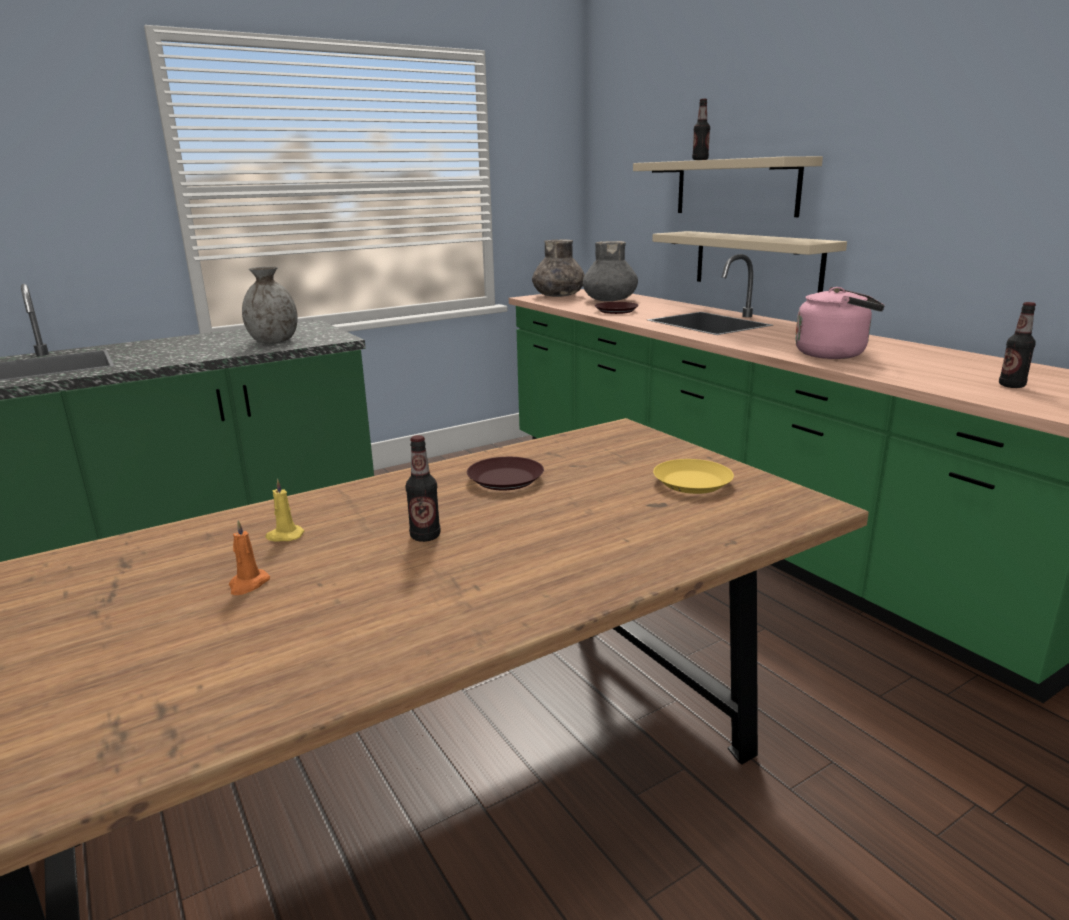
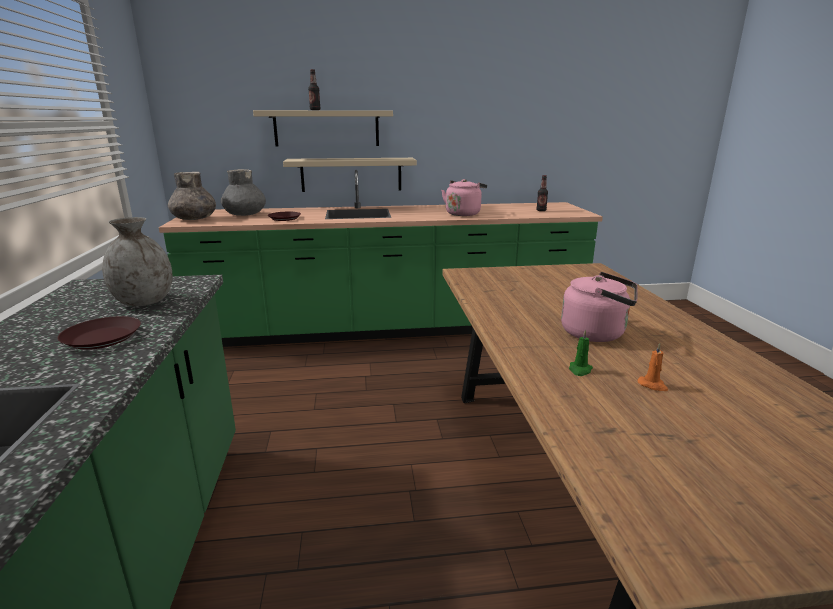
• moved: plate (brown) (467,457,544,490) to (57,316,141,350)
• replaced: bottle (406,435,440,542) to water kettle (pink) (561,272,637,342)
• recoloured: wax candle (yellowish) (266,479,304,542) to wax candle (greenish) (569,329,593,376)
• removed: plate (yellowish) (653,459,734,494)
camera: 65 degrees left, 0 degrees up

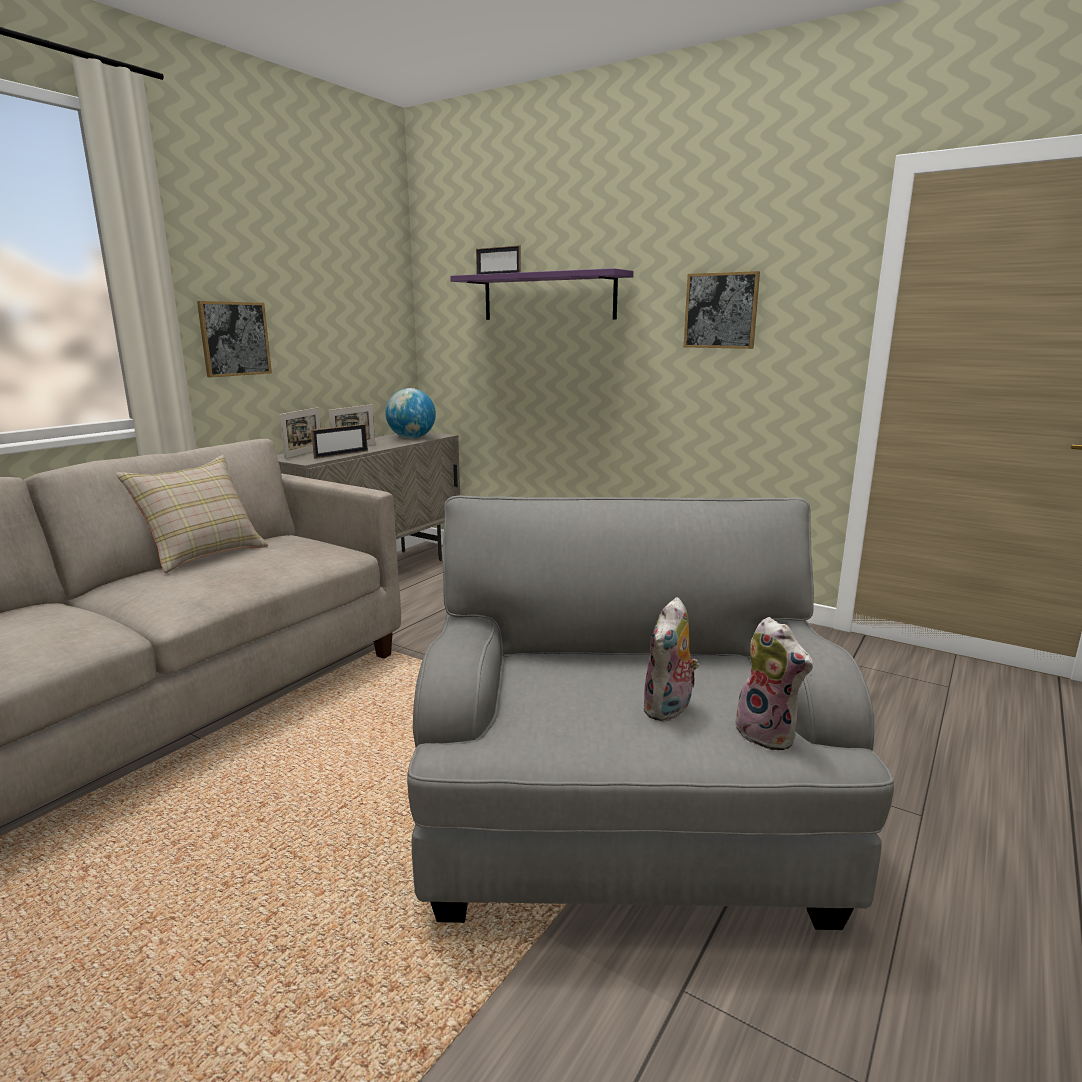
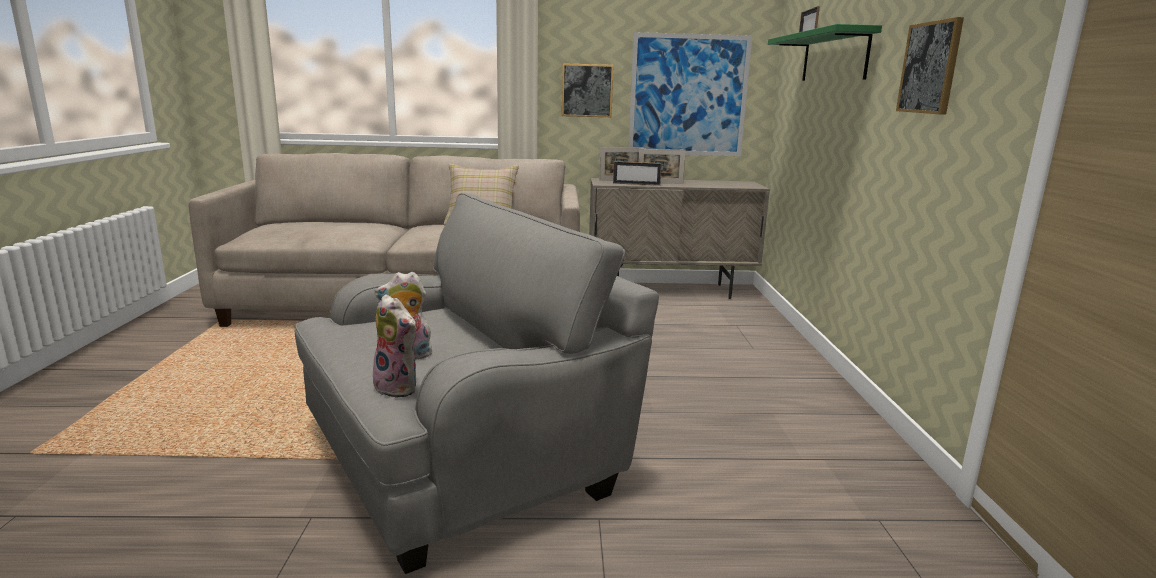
• turned: soft toy (733,617,813,750) = (373,294,416,398) 75 degrees counterclockwise
• added: wall art (628,32,752,156)
• recoloured: shelf (purple-coloured) (450,268,633,320) to shelf (greenish) (768,24,882,81)
• removed: world globe (385,388,436,438)
camera: 55 degrees right, 0 degrees up

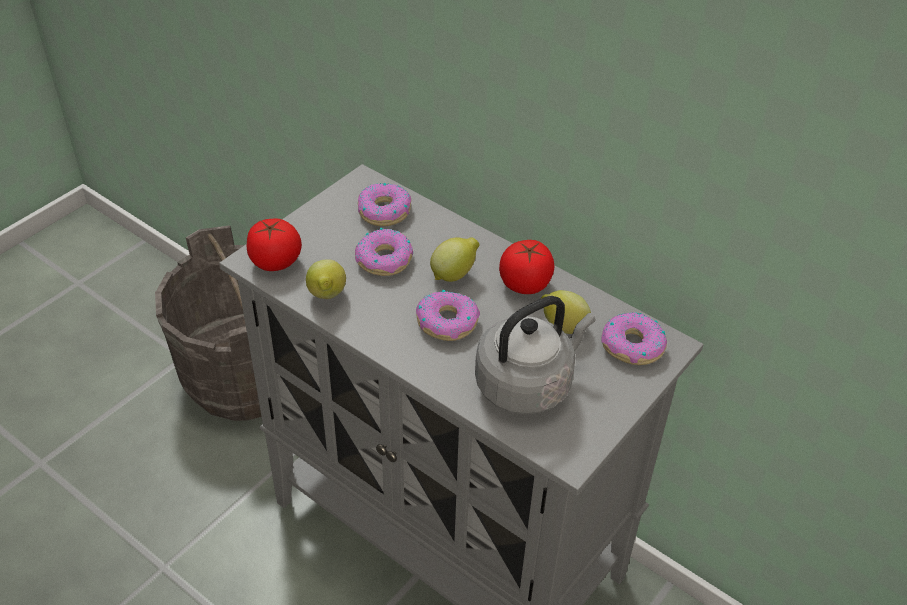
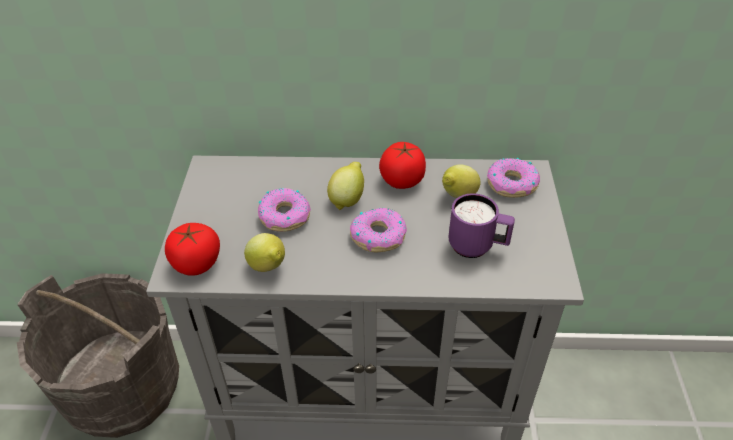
• replaced: water kettle (grey) (475,296,595,415) to tea mug (purple-coloured) (448,193,515,258)
• removed: donut (358,183,412,226)
camera: 35 degrees left, 0 degrees up

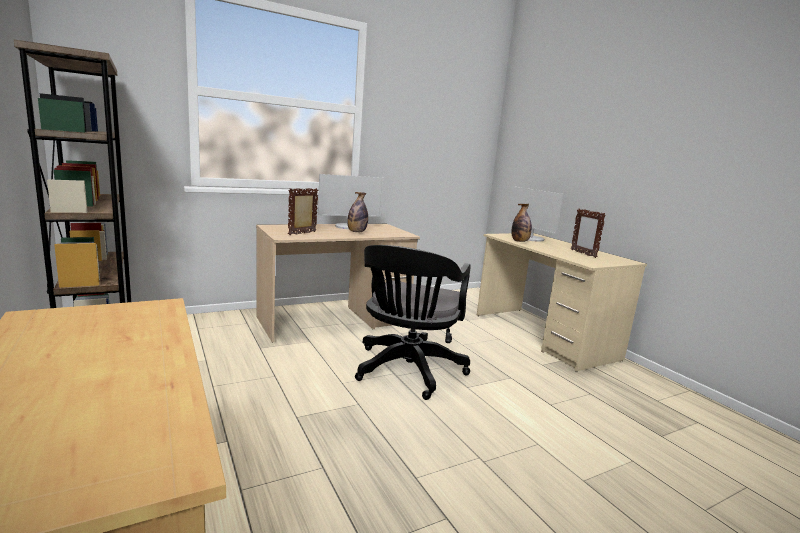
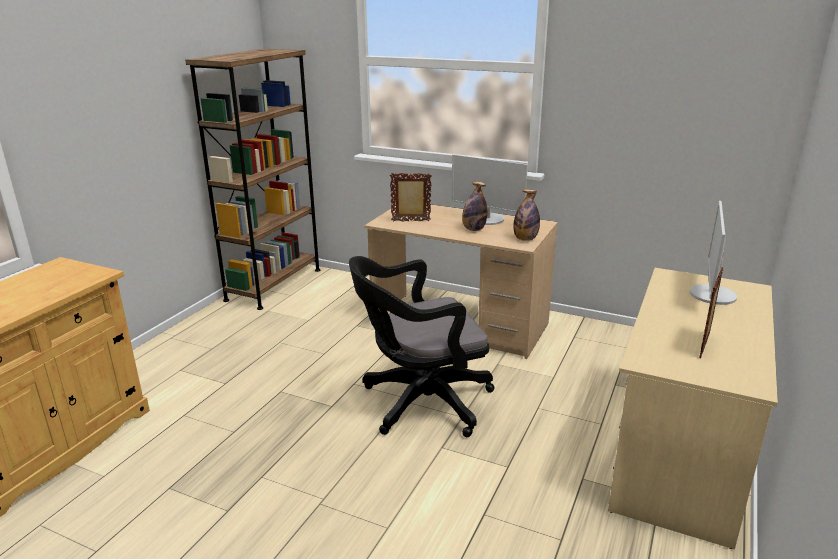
• moved: bottle (512,204,532,242) to (513,189,540,241)
camera: 55 degrees right, 10 degrees up

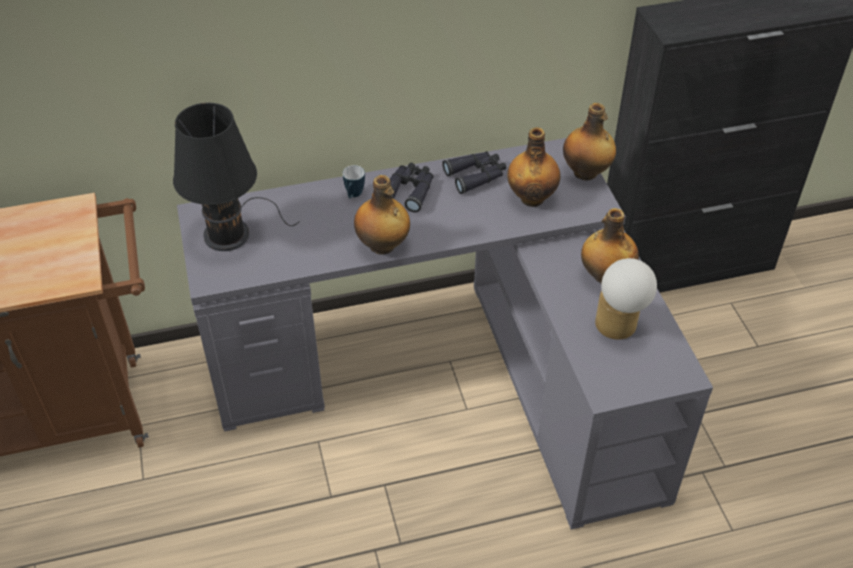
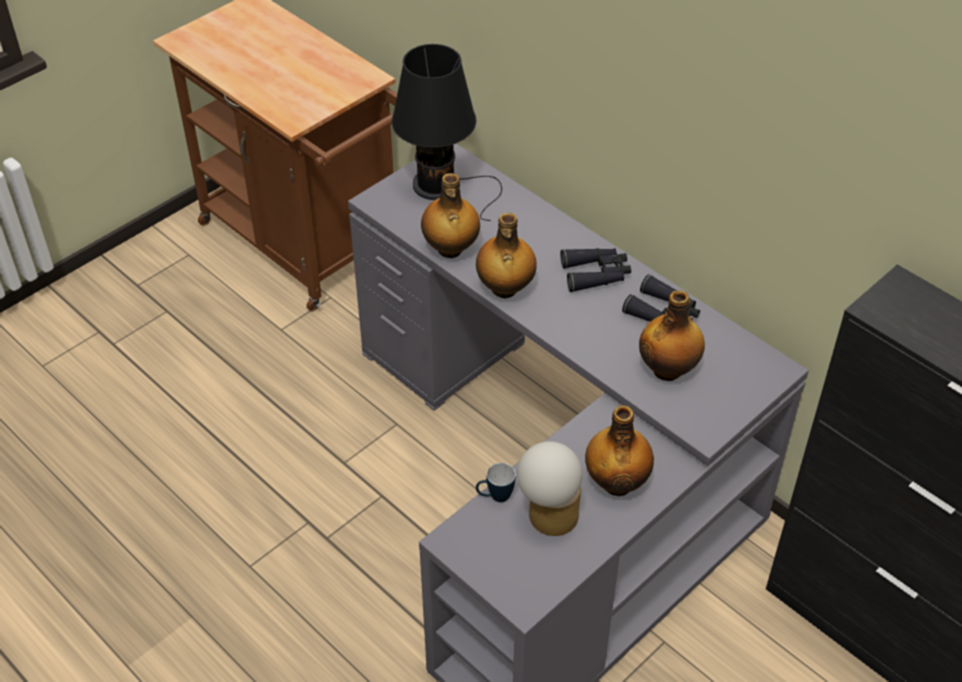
• moved: bottle (563,103,616,180) to (421,173,480,258)
• moved: tea mug (343,165,365,198) to (476,463,516,502)
camera: 60 degrees right, 0 degrees up

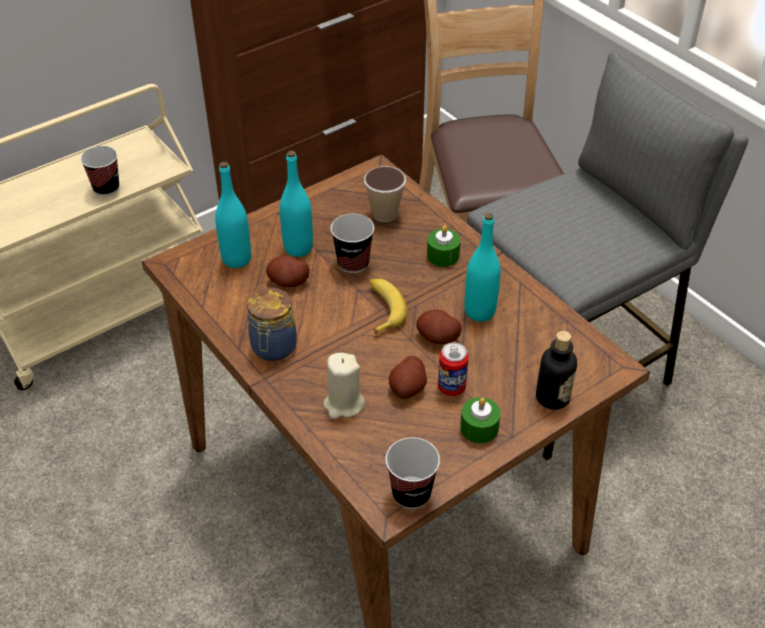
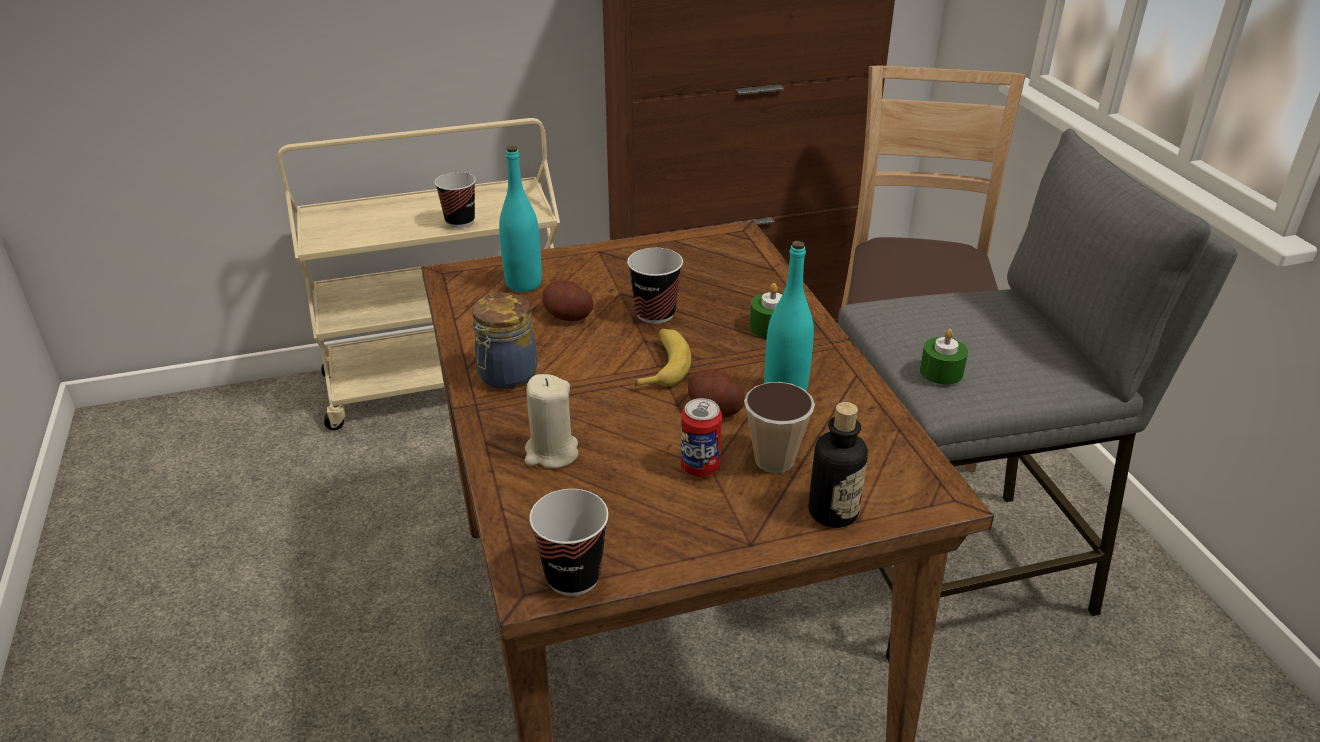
• moved: cup (364,166,406,222) to (744,382,815,473)
• moved: wax candle (greenish) (460,397,501,444) to (920,329,968,385)
• removed: bottle (turquoise-coloured) (280,151,313,257)
• removed: whole potato (389,356,427,399)
camera: 20 degrees right, 10 degrees down

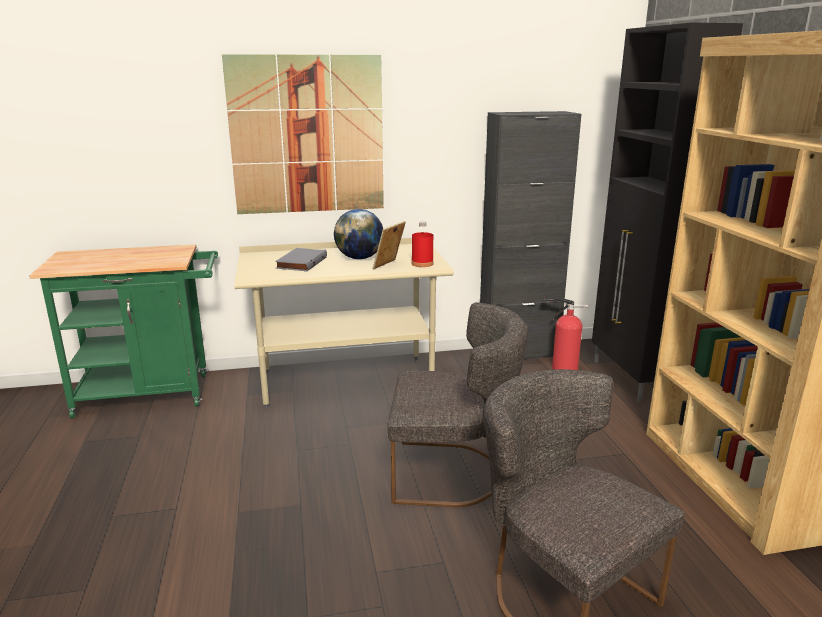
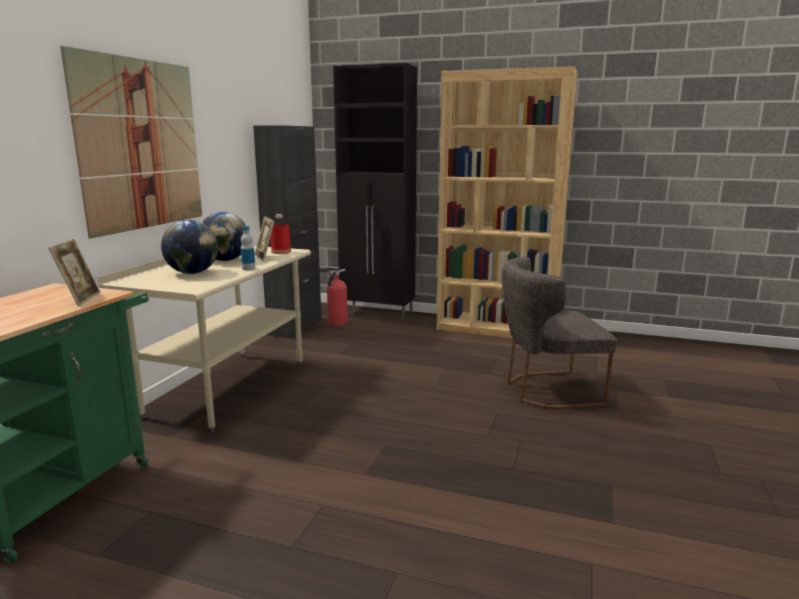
• added: standing frame (48,239,100,306)
• replaced: book (grey) (275,248,327,272) to world globe (161,220,218,274)
• added: bottle (241,226,256,270)
• removed: upright chair (grey) (388,302,528,507)
camera: 60 degrees left, 5 degrees down

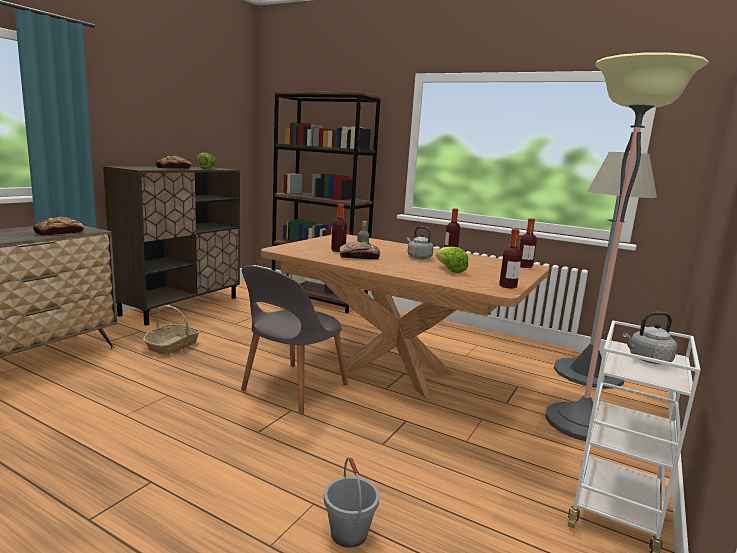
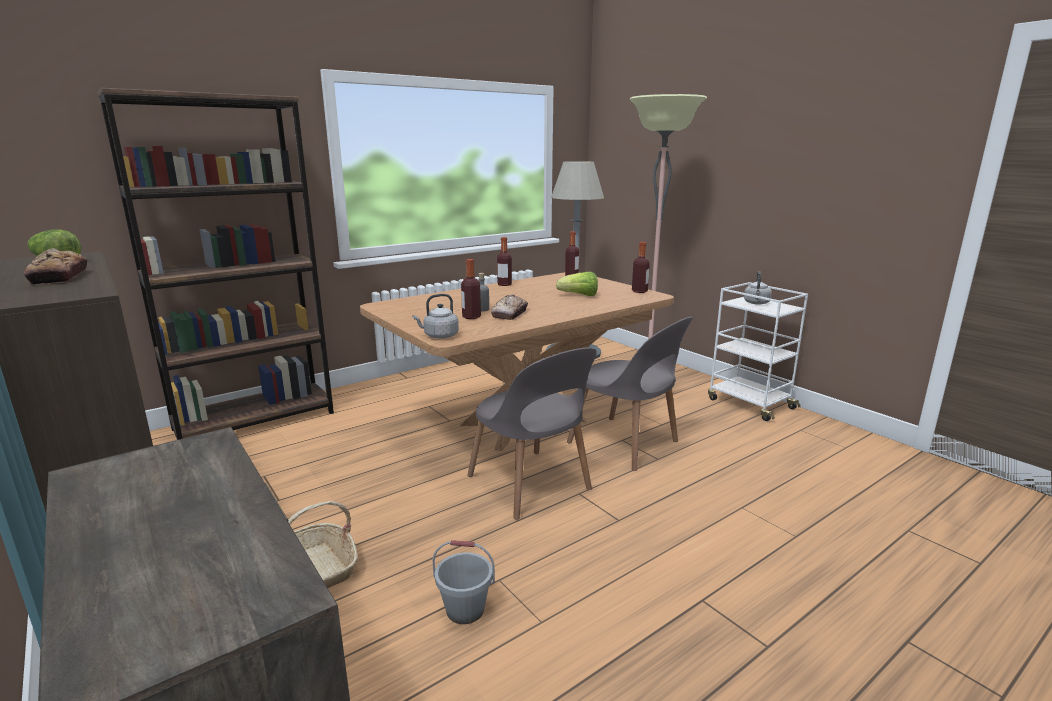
• moved: water kettle (grey) (406,226,434,259) to (413,294,459,338)
• moved: water bucket (grey) (324,457,380,548) to (432,540,495,624)
• added: upright chair (grey) (567,317,693,471)
• removed: baked bread (33,217,84,236)
camera: 65 degrees left, 5 degrees up

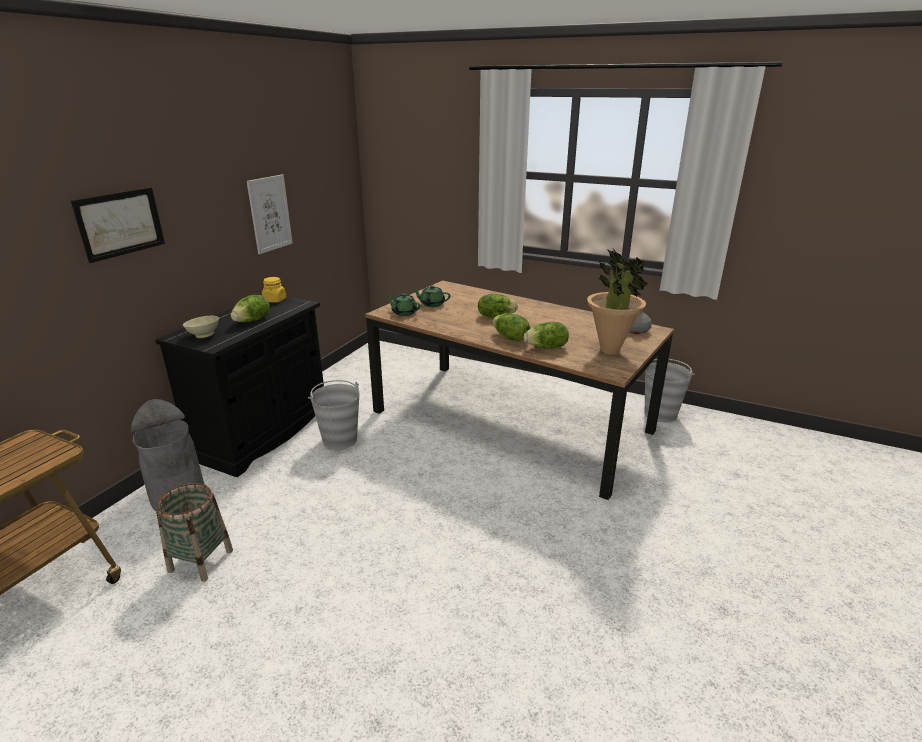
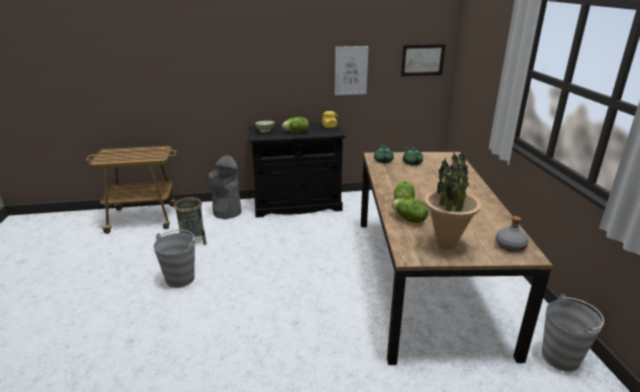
• moved: water bucket (grey) (308,380,359,450) to (153,230,195,288)
• moved: wall art (71,187,165,263) to (401,44,445,76)
• removed: lettuce (478,294,518,318)
camera: 55 degrees right, 0 degrees up

